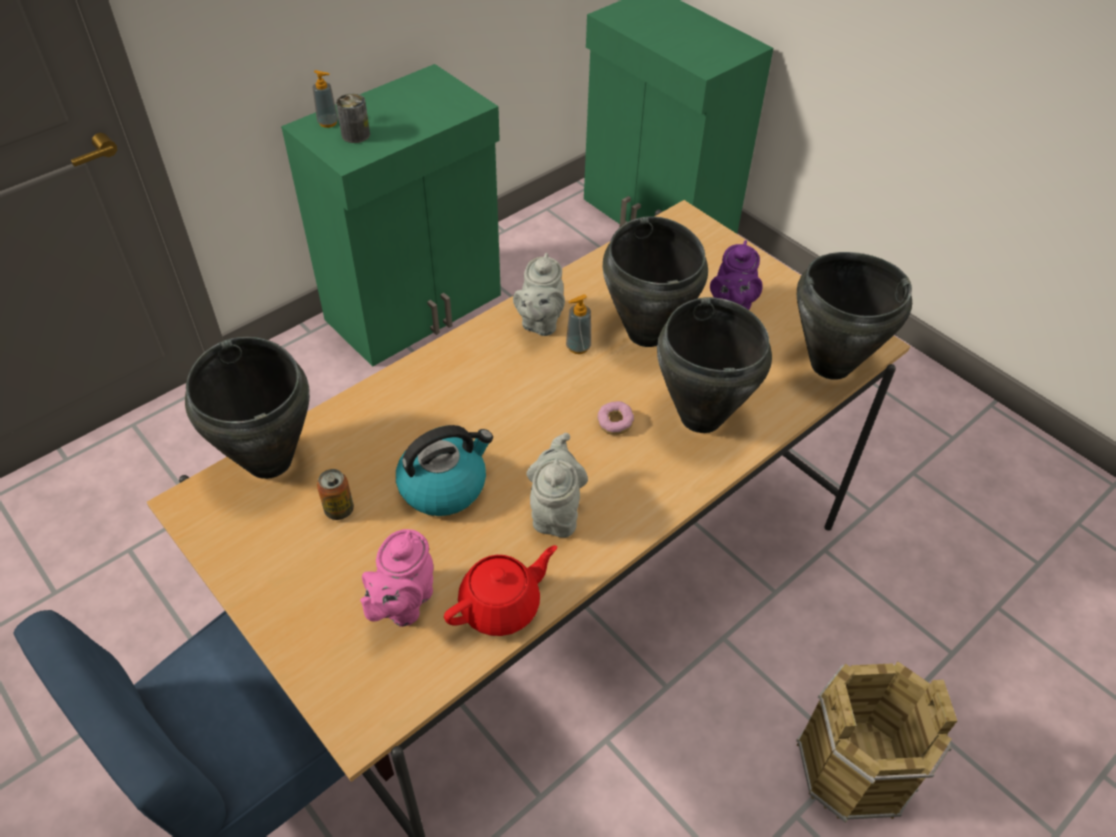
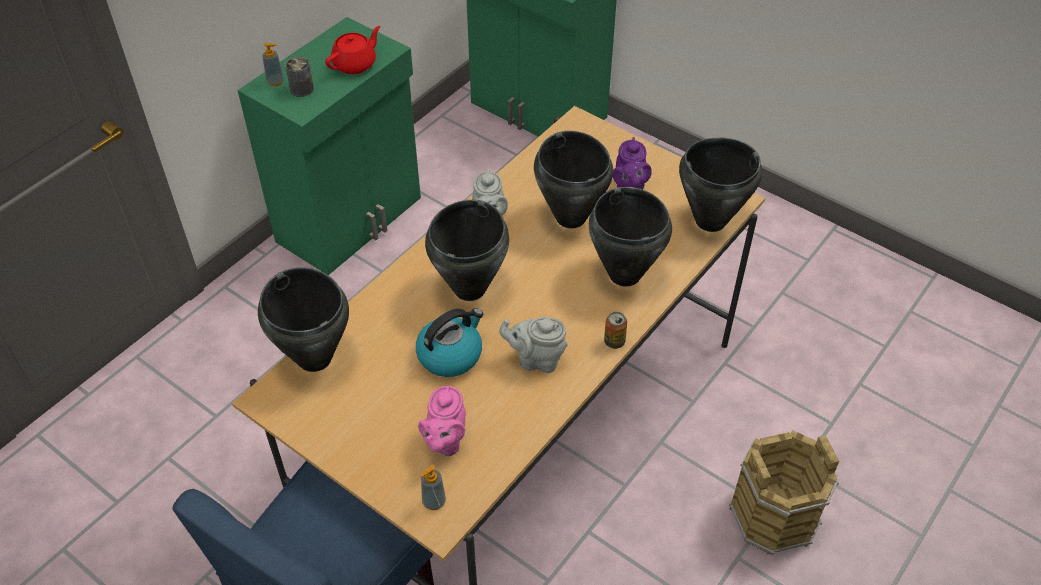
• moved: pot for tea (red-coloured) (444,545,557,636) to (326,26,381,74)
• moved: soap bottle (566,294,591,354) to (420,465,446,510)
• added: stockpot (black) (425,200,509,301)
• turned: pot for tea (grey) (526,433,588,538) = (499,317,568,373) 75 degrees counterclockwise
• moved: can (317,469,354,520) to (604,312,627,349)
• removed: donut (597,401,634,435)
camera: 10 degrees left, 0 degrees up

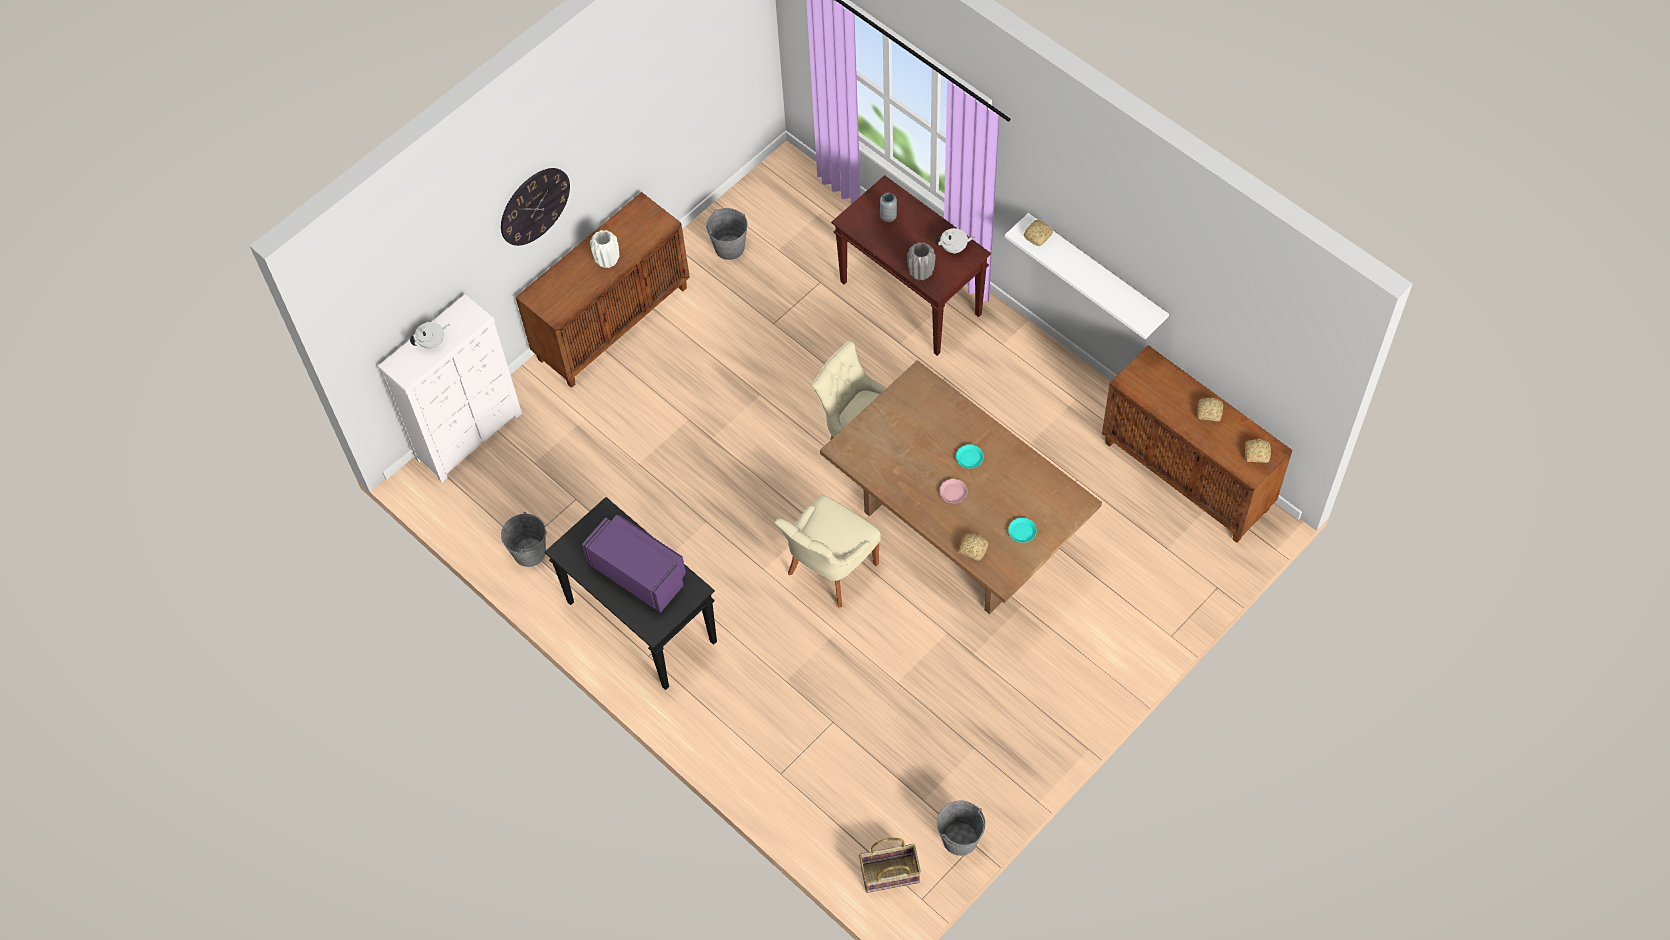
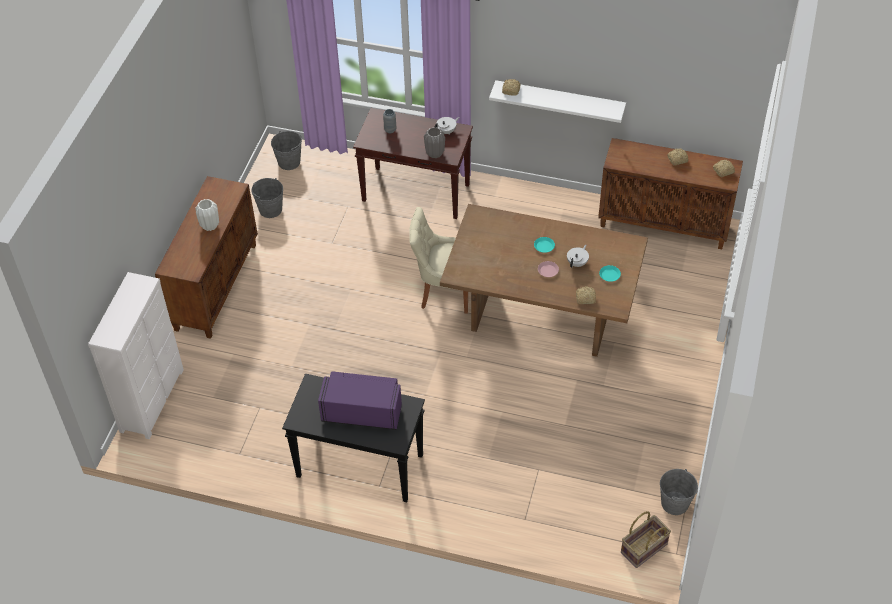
• moved: water bucket (grey) (501,512,547,567) to (271,131,302,170)
• moved: pot for tea (white-coloured) (410,322,450,349) to (567,245,589,268)
• removed: hanging clock (501,168,570,246)
• removed: upright chair (beige) (774,495,881,608)
camera: 30 degrees left, 10 degrees down

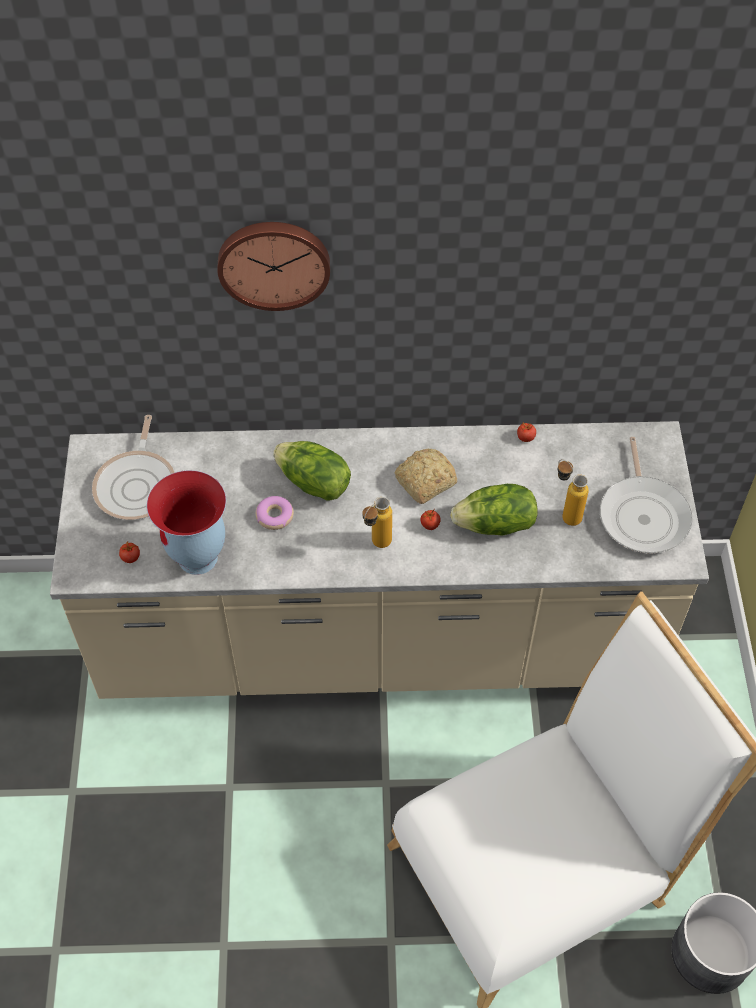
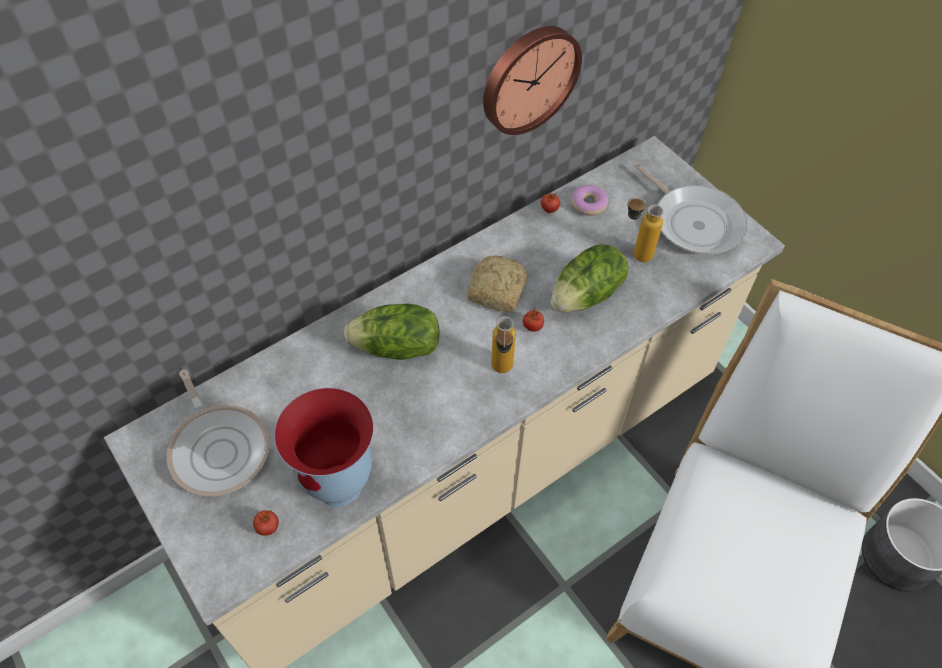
• moved: hanging clock (217,222,330,311) to (483,26,582,135)
• moved: donut (256,496,294,530) to (571,185,608,216)
camera: 35 degrees left, 0 degrees up

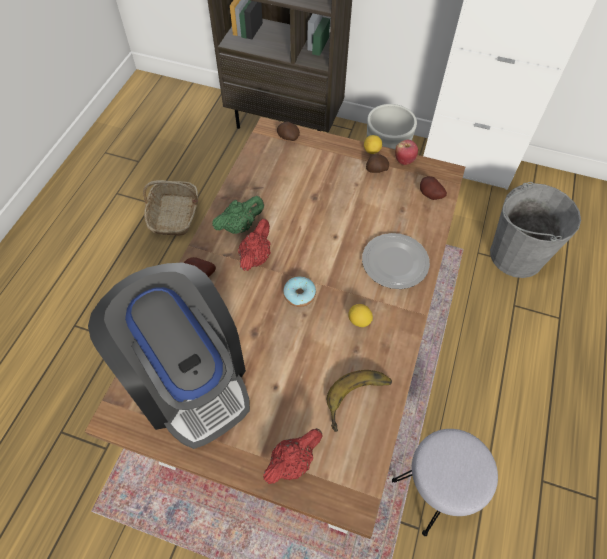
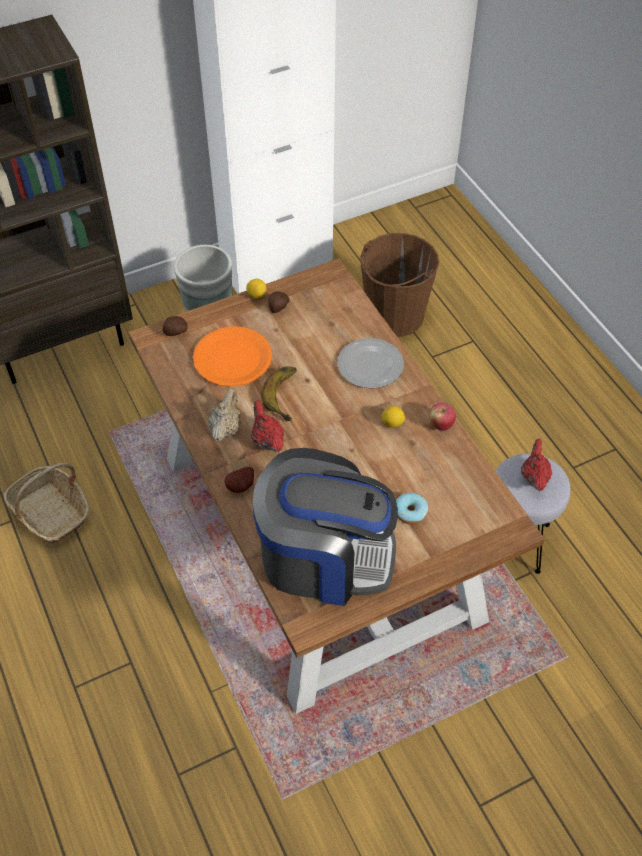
• added: plate (orange-coloured) (193,326,272,387)
• recoloured: pot for tea (greenish) (212,196,264,234) to pot for tea (beige) (208,388,241,442)
• moved: banana fruit (327,370,392,432) to (261,366,297,421)
• recoloured: water bucket (grey) (490,182,581,278) to water bucket (brown) (360,233,439,337)
• moved: donut (283,277,316,307) to (396,493,428,524)
• moved: apple (395,139,418,165) to (429,402,456,431)
• moved: pot for tea (red-coloured) (263,428,323,484) to (521,439,552,491)
• removed: whole potato (420,176,447,200)
camera: 45 degrees left, 5 degrees down

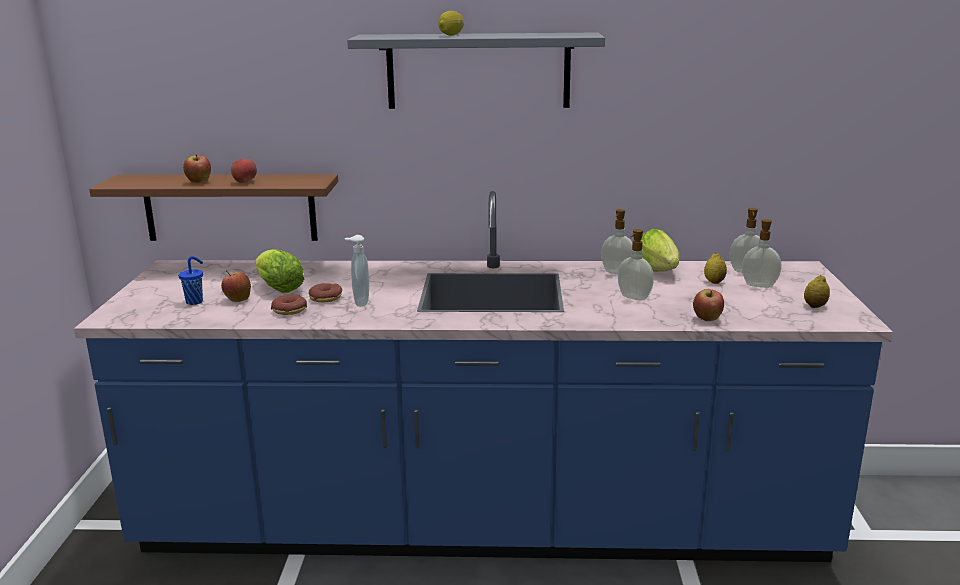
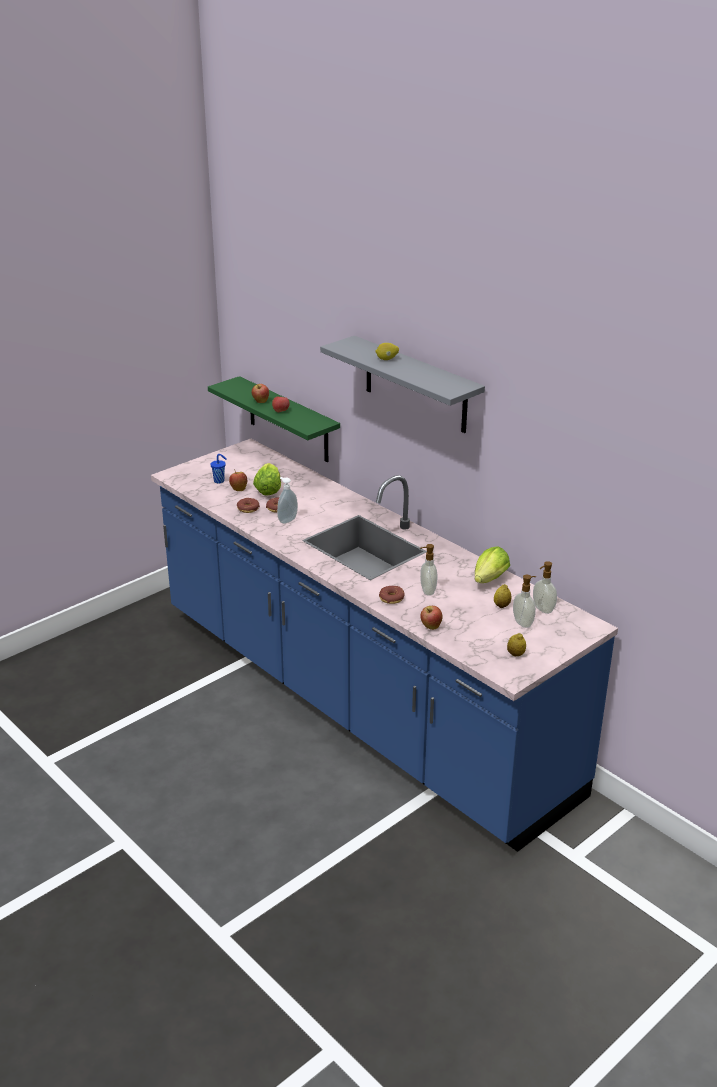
• recoloured: shelf (brown) (89,174,338,241) to shelf (greenish) (208,376,340,462)
• added: donut (379,586,405,604)
• removed: soap bottle (601,209,632,274)
camera: 45 degrees right, 10 degrees up

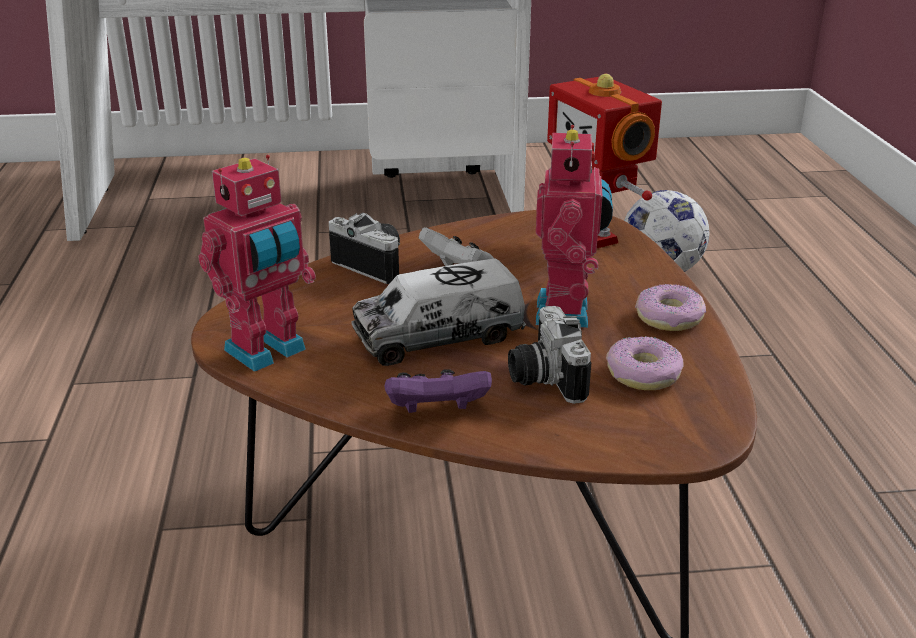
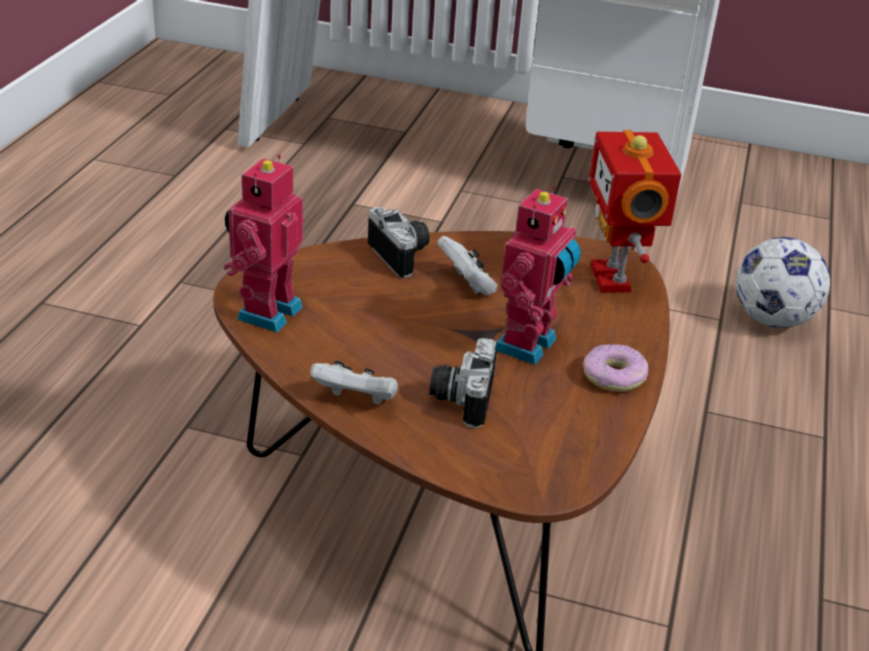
• turned: toy robot (198,155,316,372) = (224,155,304,332) 135 degrees clockwise
• recoloured: game controller (purple-coloured) (385,369,492,413) to game controller (white-coloured) (310,361,398,405)
• removed: model truck (351,259,526,366)
• removed: donut (606,336,684,390)
camera: 20 degrees right, 5 degrees up

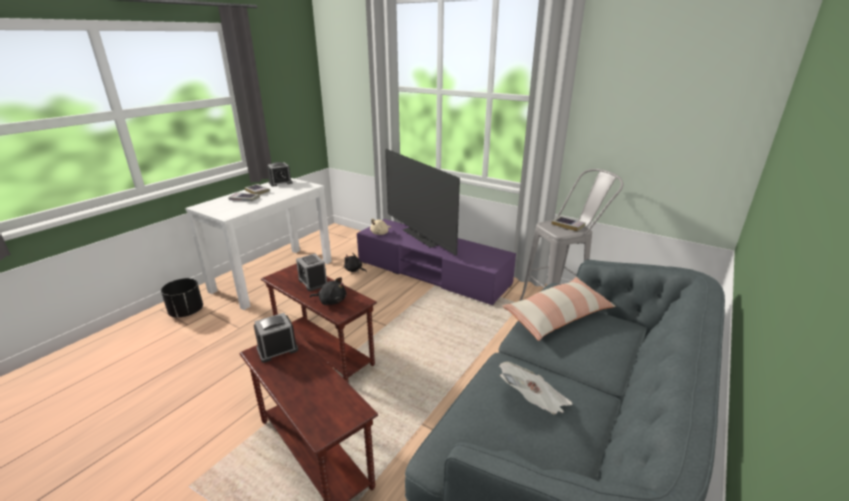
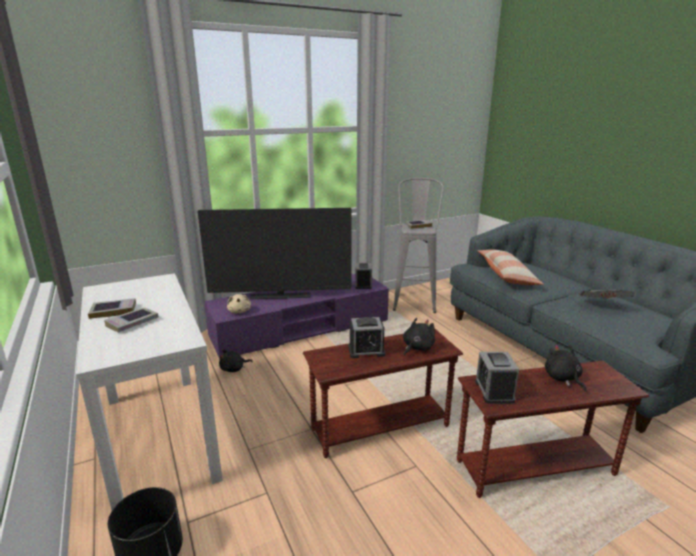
• moved: alarm clock (267,162,293,187) to (355,263,372,289)
• added: soft toy (black) (545,344,586,392)
camera: 60 degrees left, 5 degrees down

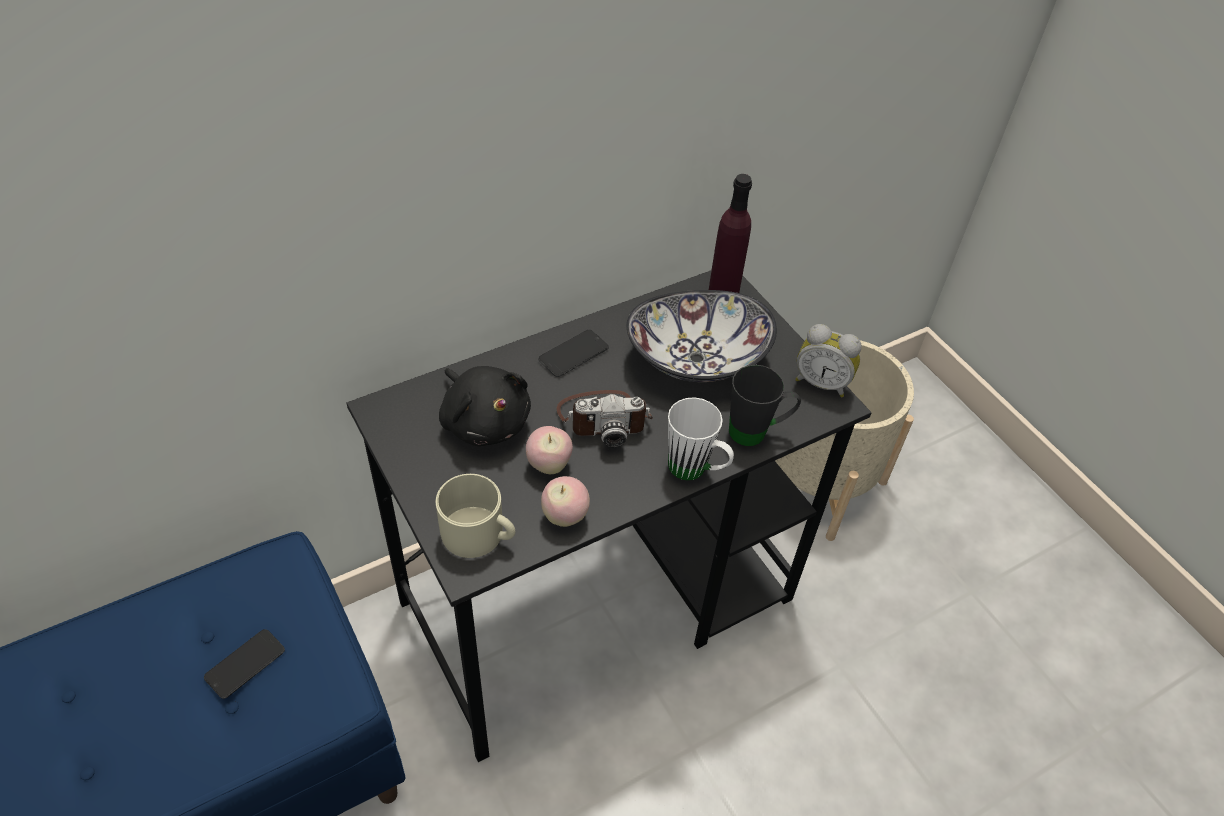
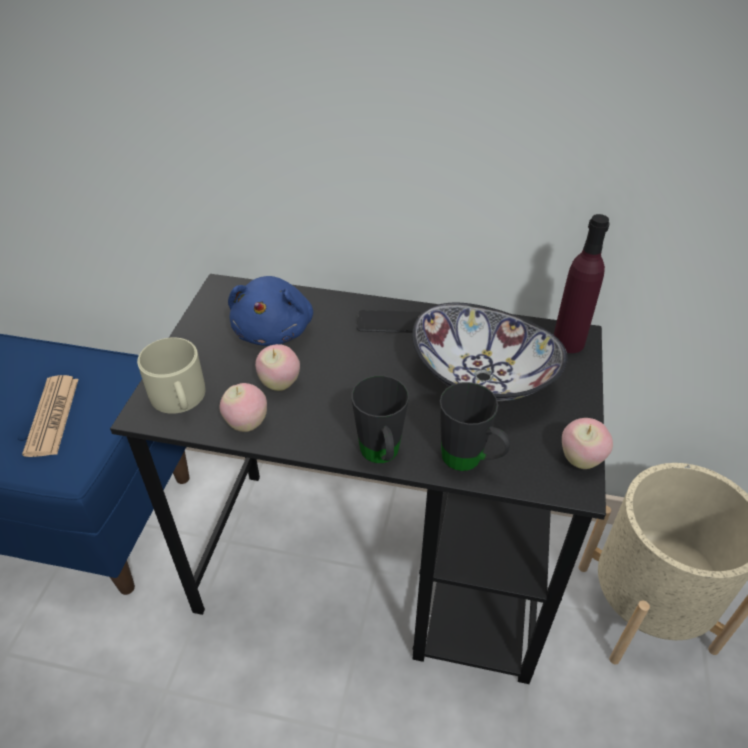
• replaced: telephone (204,629,285,699) to daily paper (22,375,78,457)
• recoloured: soft toy (black) (439,366,531,446) to soft toy (blue) (228,276,313,346)
• recoloured: tea mug (white-coloured) (668,397,734,481) to tea mug (black) (351,375,409,463)
• replaced: alarm clock (795,324,861,397) to apple (562,418,613,469)
• removed: photo camera (556,390,653,447)
camera: 45 degrees right, 5 degrees down

